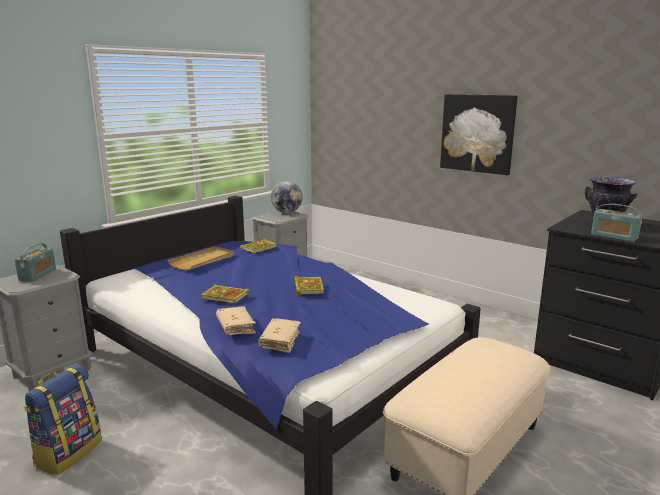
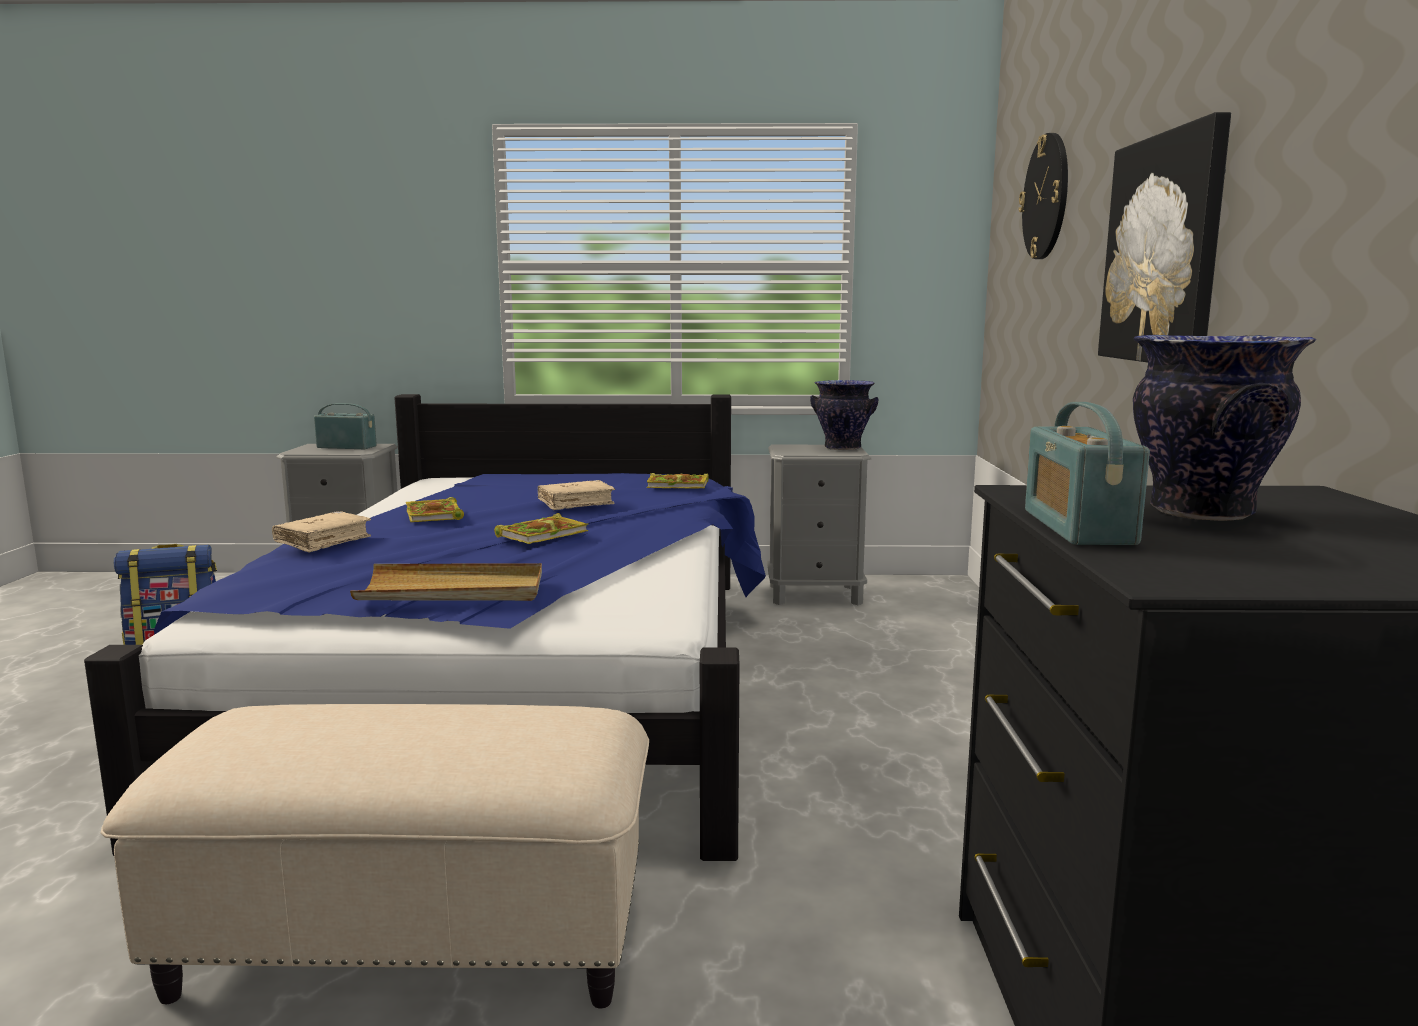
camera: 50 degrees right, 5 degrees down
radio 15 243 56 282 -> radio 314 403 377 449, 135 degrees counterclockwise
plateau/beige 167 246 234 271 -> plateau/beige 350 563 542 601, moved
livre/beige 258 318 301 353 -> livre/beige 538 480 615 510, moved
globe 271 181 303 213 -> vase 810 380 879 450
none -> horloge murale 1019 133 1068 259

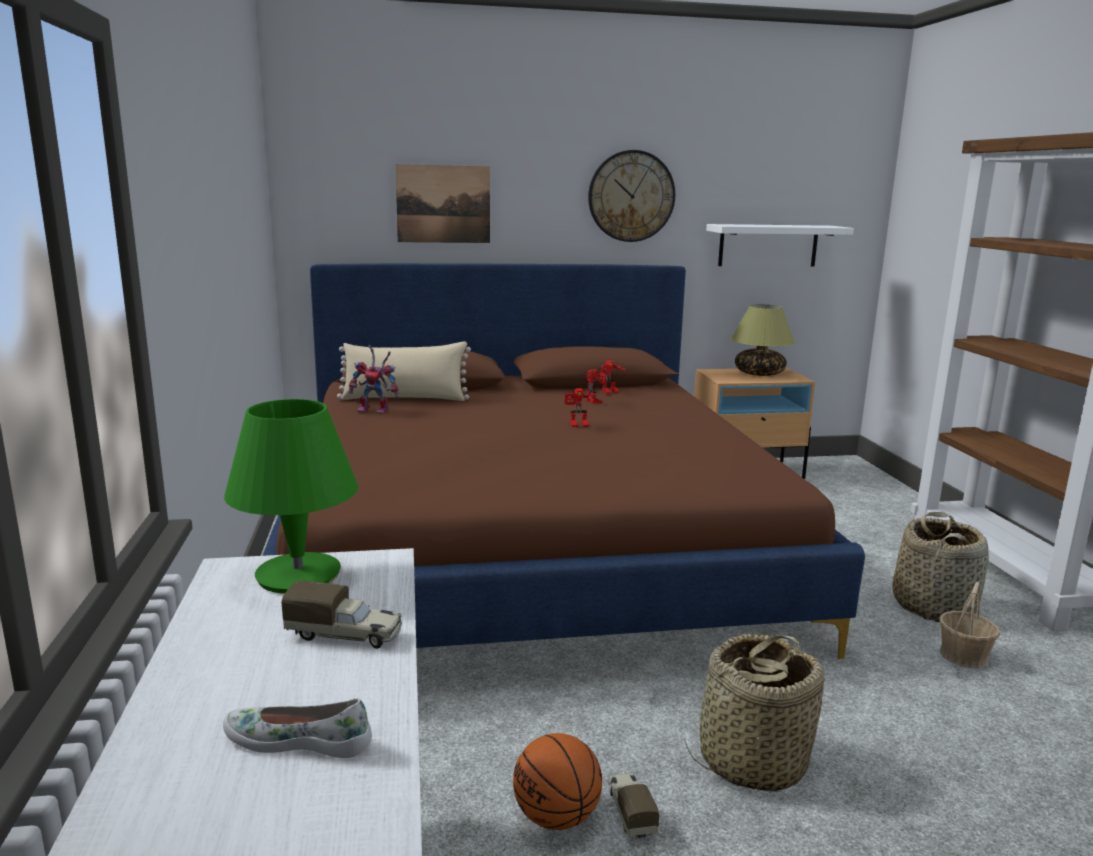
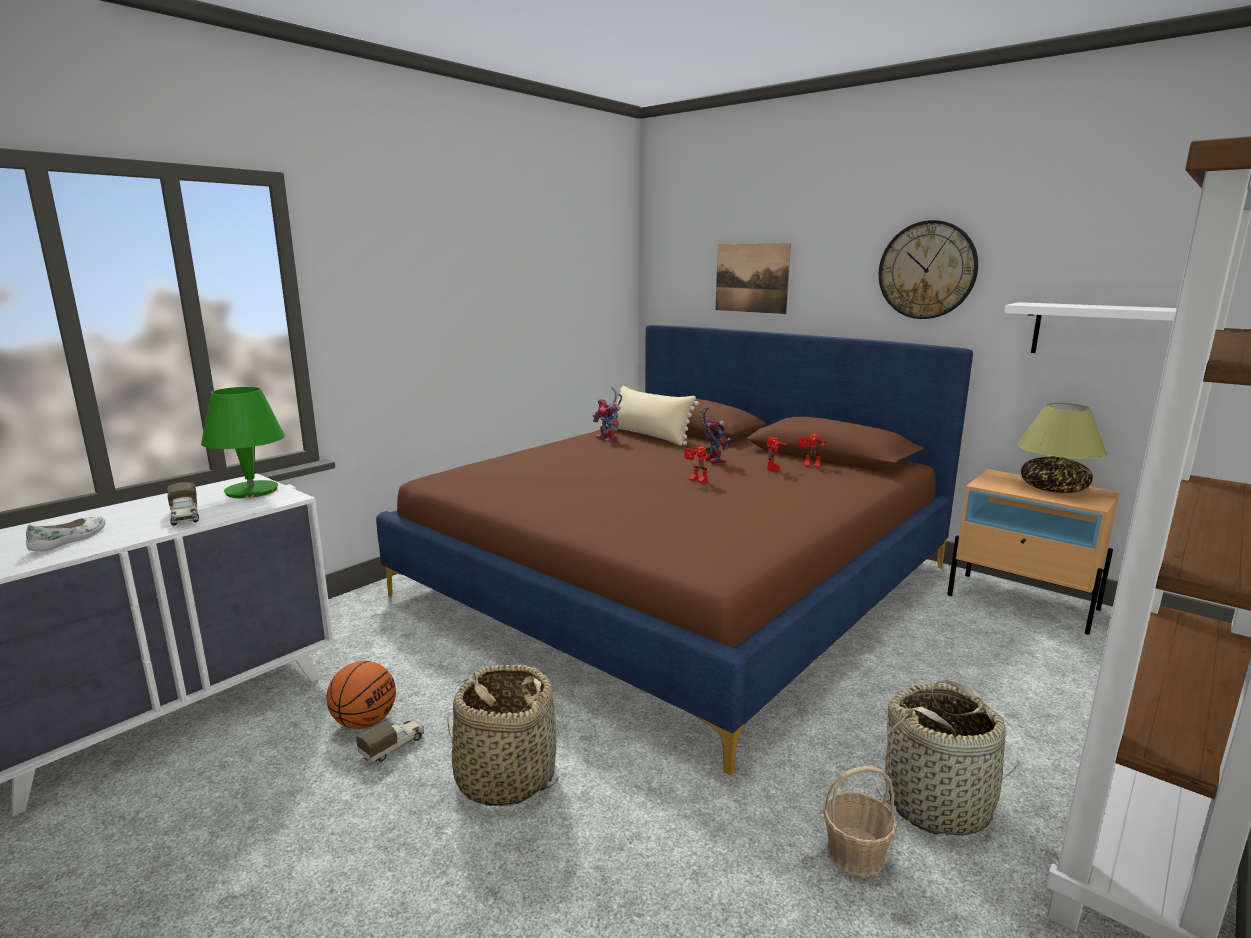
camera: 50 degrees right, 0 degrees up
chaussure/blanc 223 698 372 758 -> chaussure/blanc 26 516 105 552, 45 degrees clockwise
none -> robot jouet 700 407 731 464

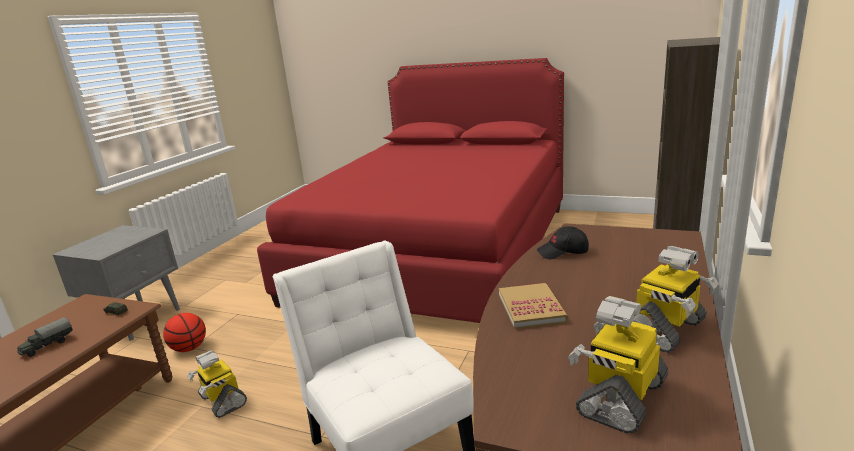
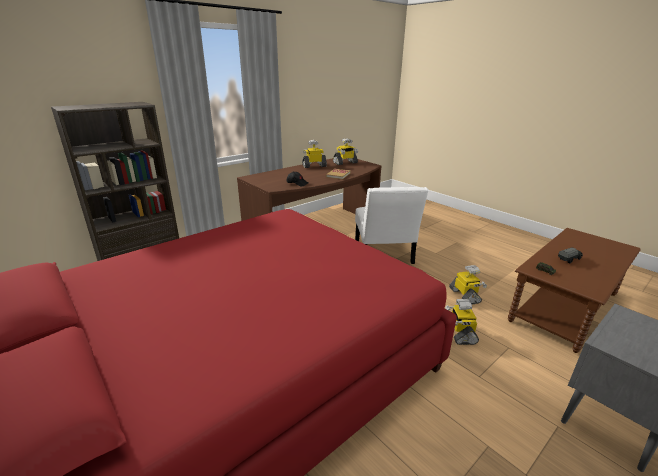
camera: 155 degrees left, 5 degrees up
none -> robot jouet 445 299 479 345
ballon de basket 163 313 206 352 -> none

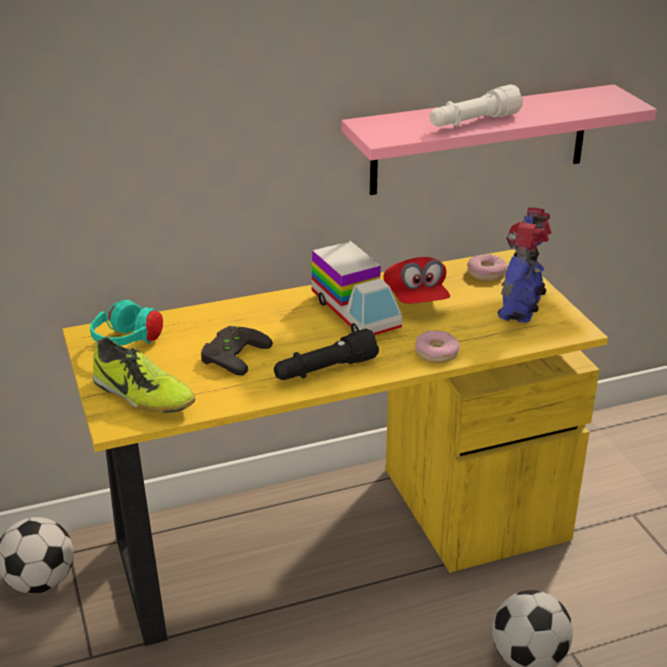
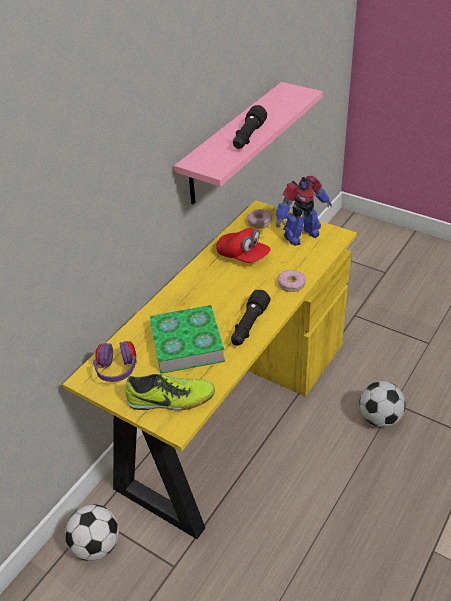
camera: 35 degrees left, 10 degrees up
casque audio/turquoise 90 300 163 346 -> casque audio/violet 93 341 136 382
manette/noir 201 326 273 376 -> livre 150 305 225 374
lampe de poche/blanc 430 84 523 127 -> lampe de poche/noir 233 105 267 149
robot jouet 497 207 552 323 -> robot jouet 276 176 332 246, 105 degrees counterclockwise
camion jouet 311 241 402 335 -> none

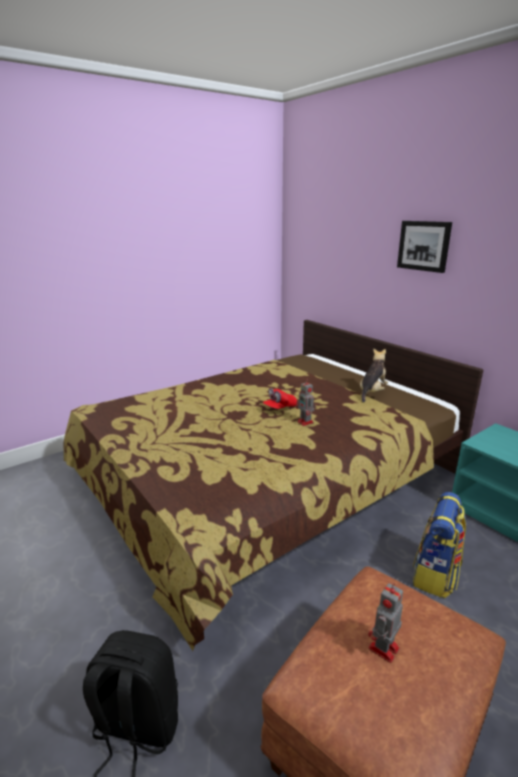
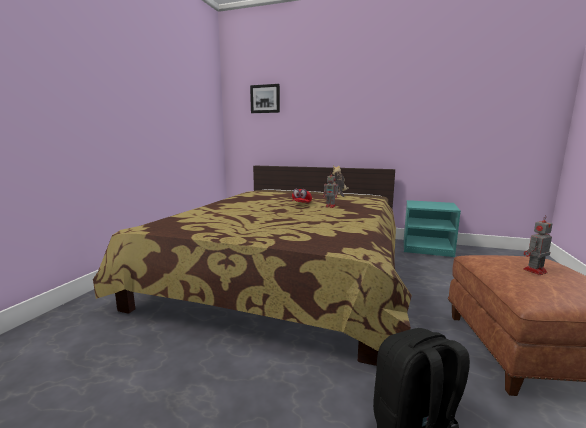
camera: 35 degrees left, 10 degrees down
tableau 397 221 452 273 -> tableau 250 84 280 113, moved
robot jouet 368 582 403 663 -> robot jouet 523 215 552 275, 60 degrees clockwise
sac à dos 413 492 466 598 -> none

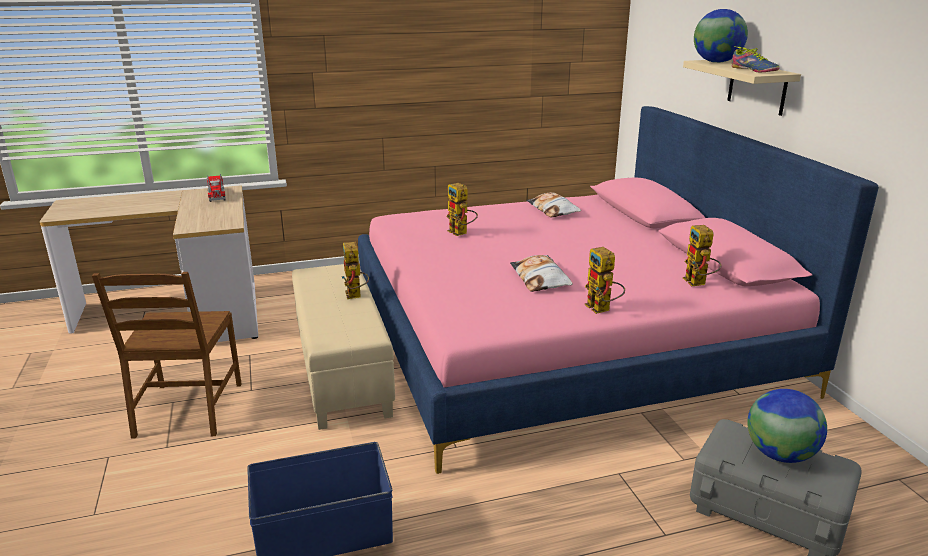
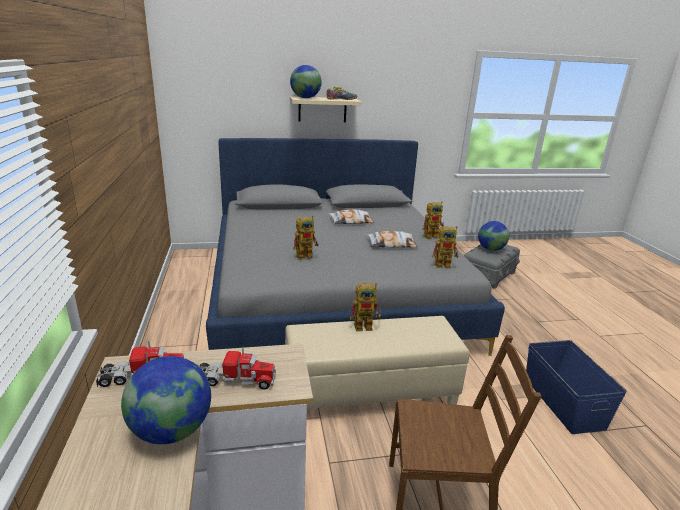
camera: 85 degrees left, 0 degrees up
none -> globe 121 356 211 444
none -> camion jouet 197 347 276 390
lit/rose 358 106 879 474 -> lit/gris 206 138 505 356
coussin 526 192 581 218 -> coussin 329 209 374 224, moved
robot jouet 683 225 721 286 -> robot jouet 432 226 459 268, moved

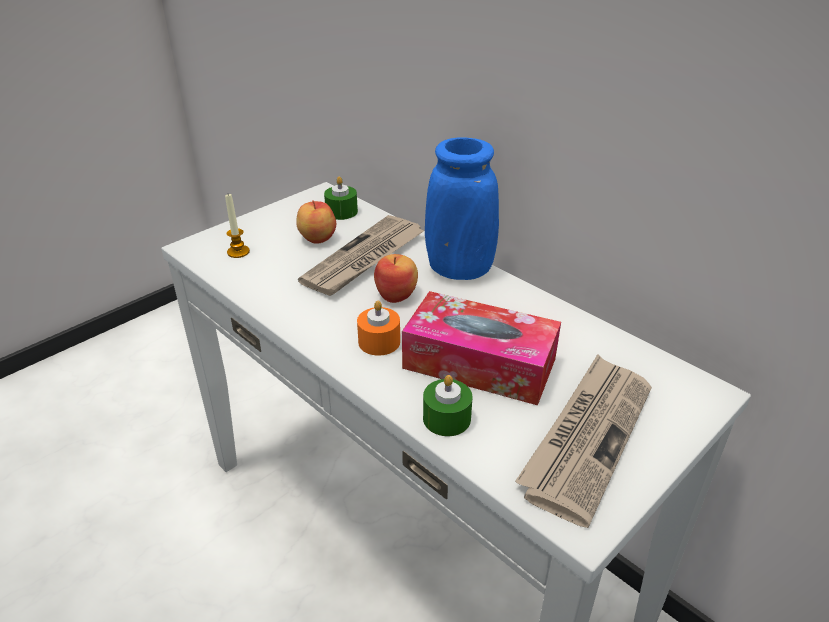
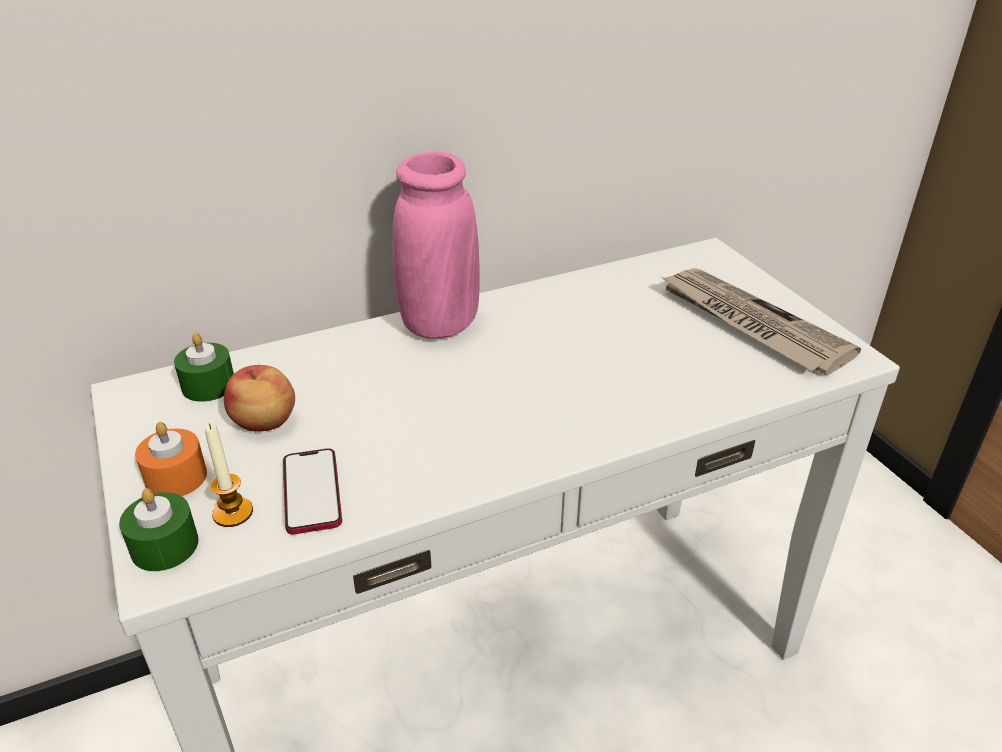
camera: 70 degrees left, 0 degrees up
bougie/vert 423 375 473 436 -> bougie/vert 119 488 199 571, moved
bougie/orange 357 301 400 356 -> bougie/orange 135 422 207 496, moved
none -> téléphone 283 448 342 534
vase/bleu 425 137 499 280 -> vase/rose 393 152 480 339
journal 298 215 424 296 -> none
pomme 374 254 418 303 -> none
boîte à mouchoirs 402 291 561 405 -> none

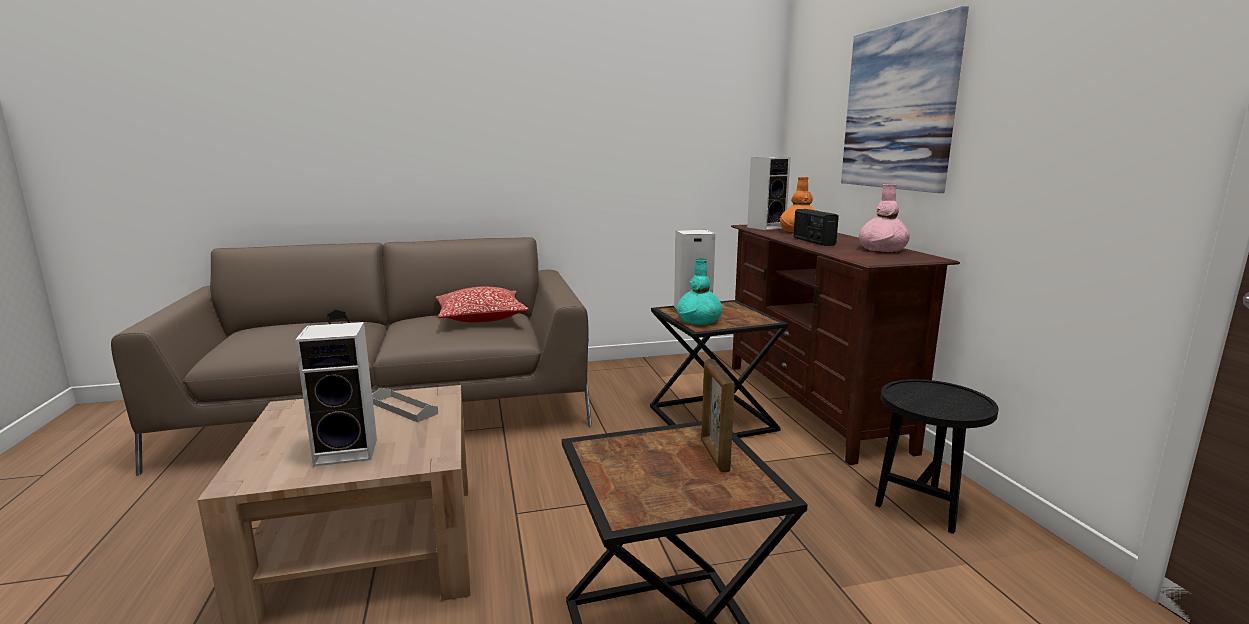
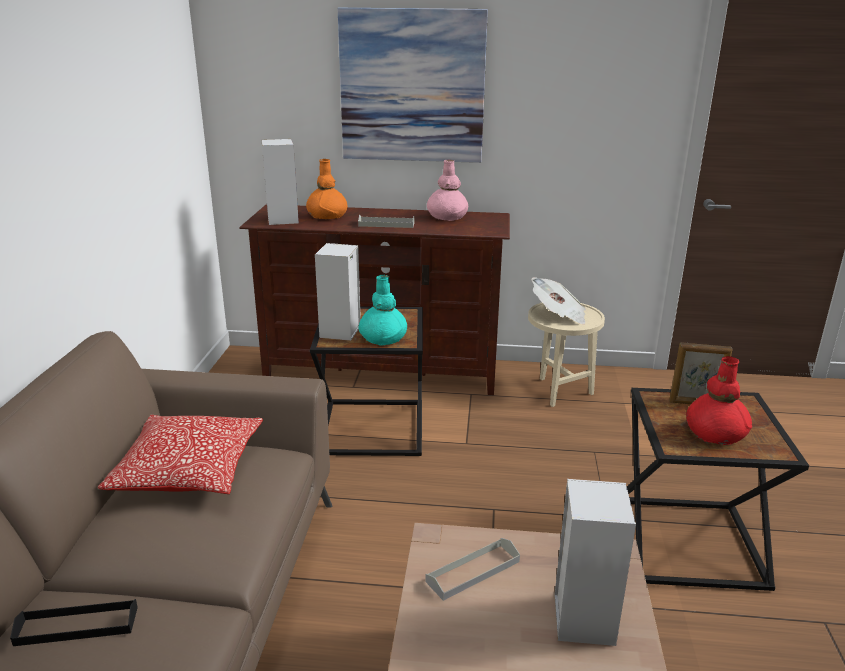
camera: 70 degrees left, 10 degrees up
radio 793 209 839 246 -> plateau/gris 358 214 415 228
table d'appoint/noir 875 379 999 534 -> table d'appoint/beige 528 303 605 407
none -> journal 532 277 585 324
none -> vase/rouge 686 356 752 445

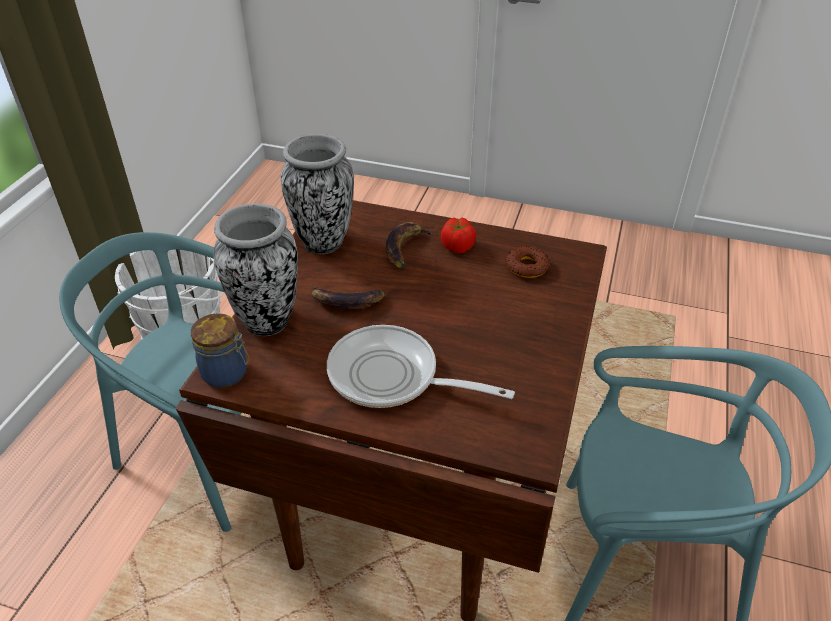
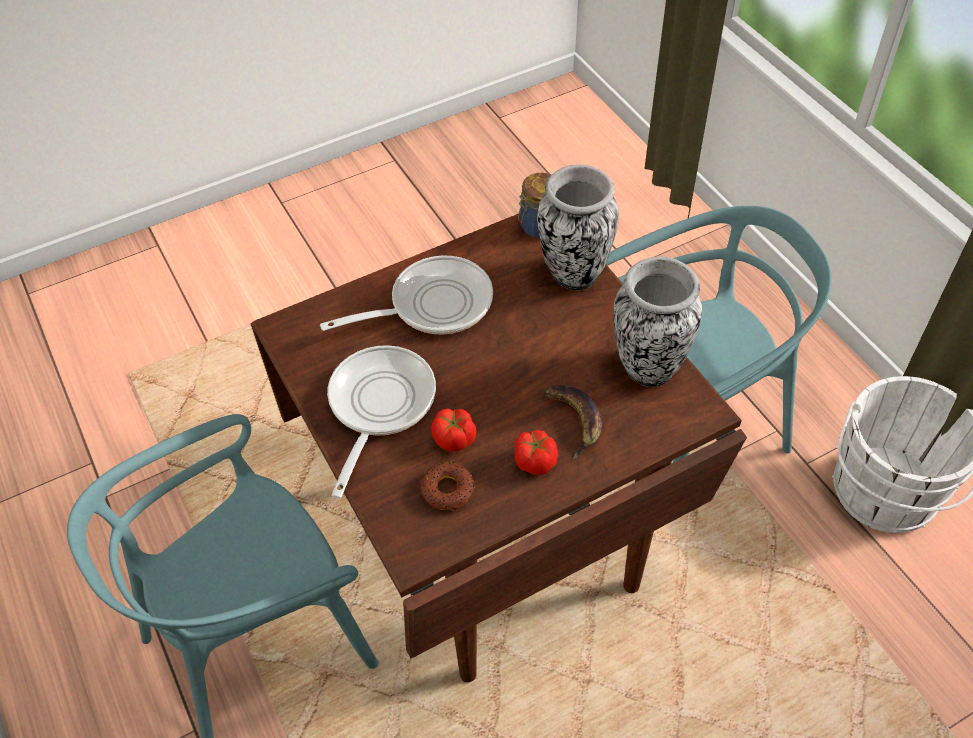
camera: 135 degrees right, 10 degrees up
none -> poêle 327 345 436 498
none -> tomate 431 408 476 452
banane 312 285 385 307 -> none

